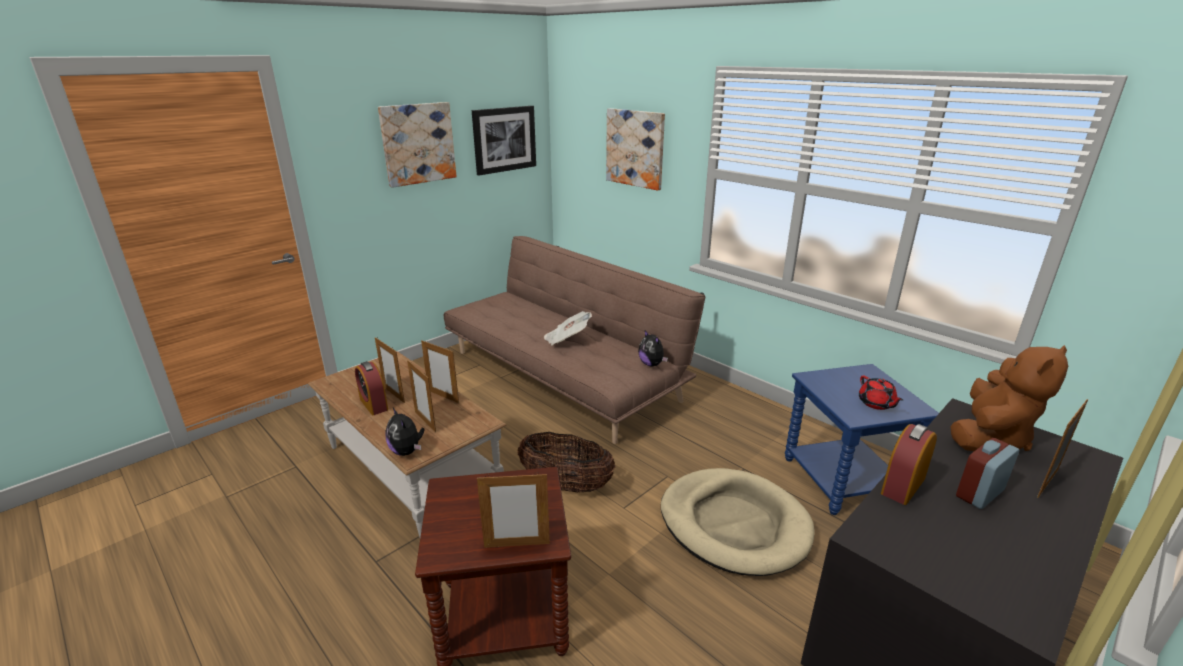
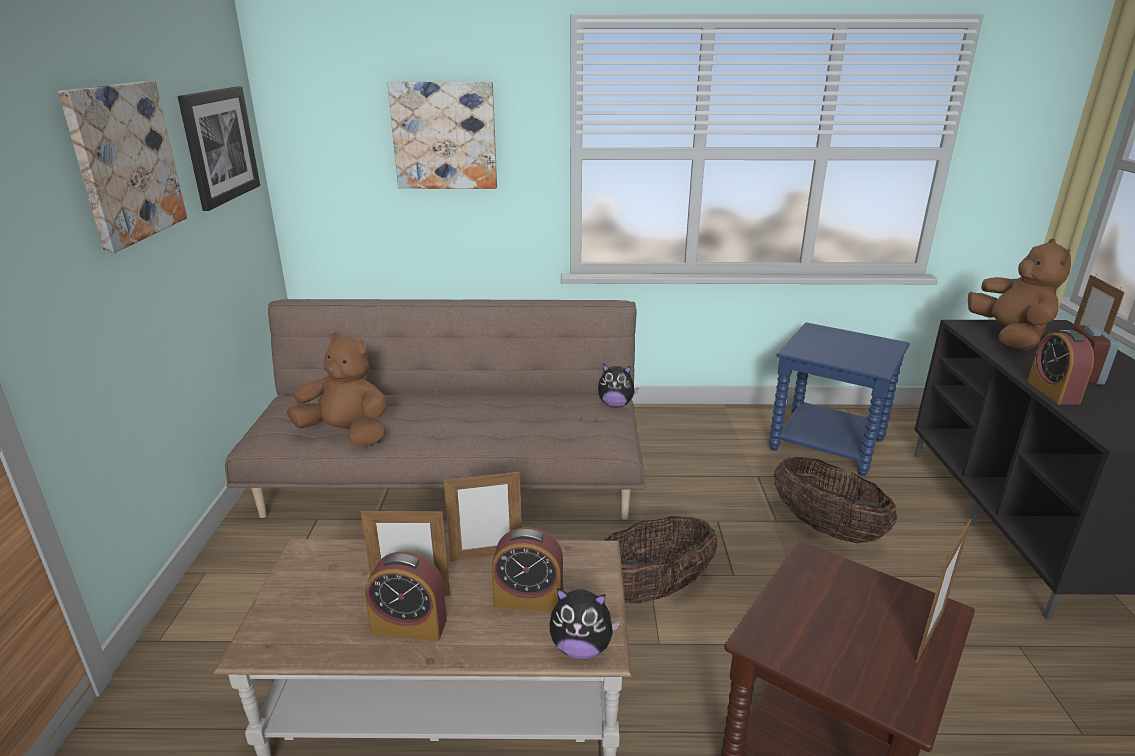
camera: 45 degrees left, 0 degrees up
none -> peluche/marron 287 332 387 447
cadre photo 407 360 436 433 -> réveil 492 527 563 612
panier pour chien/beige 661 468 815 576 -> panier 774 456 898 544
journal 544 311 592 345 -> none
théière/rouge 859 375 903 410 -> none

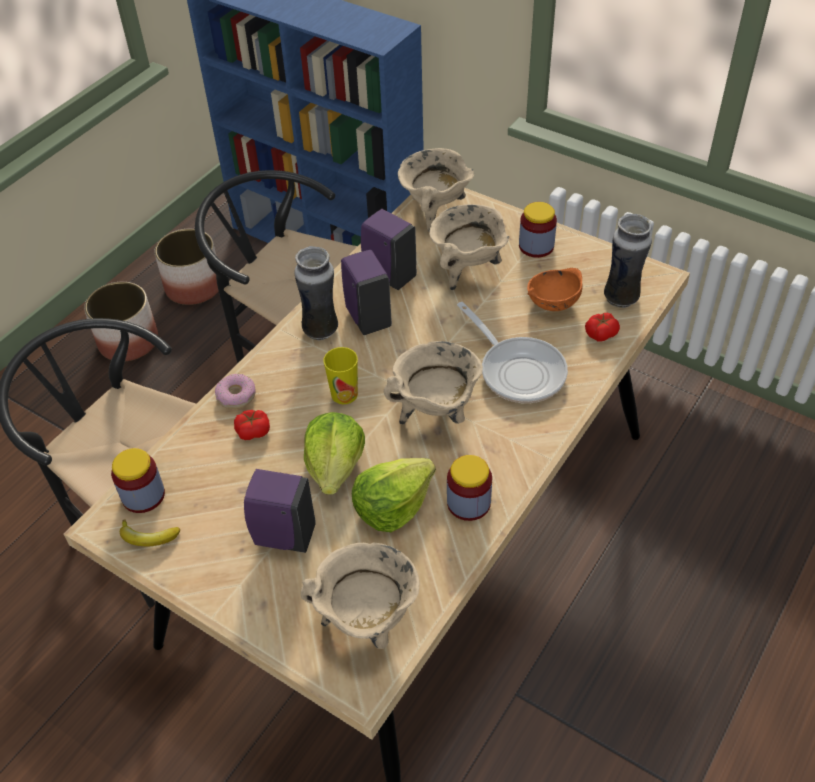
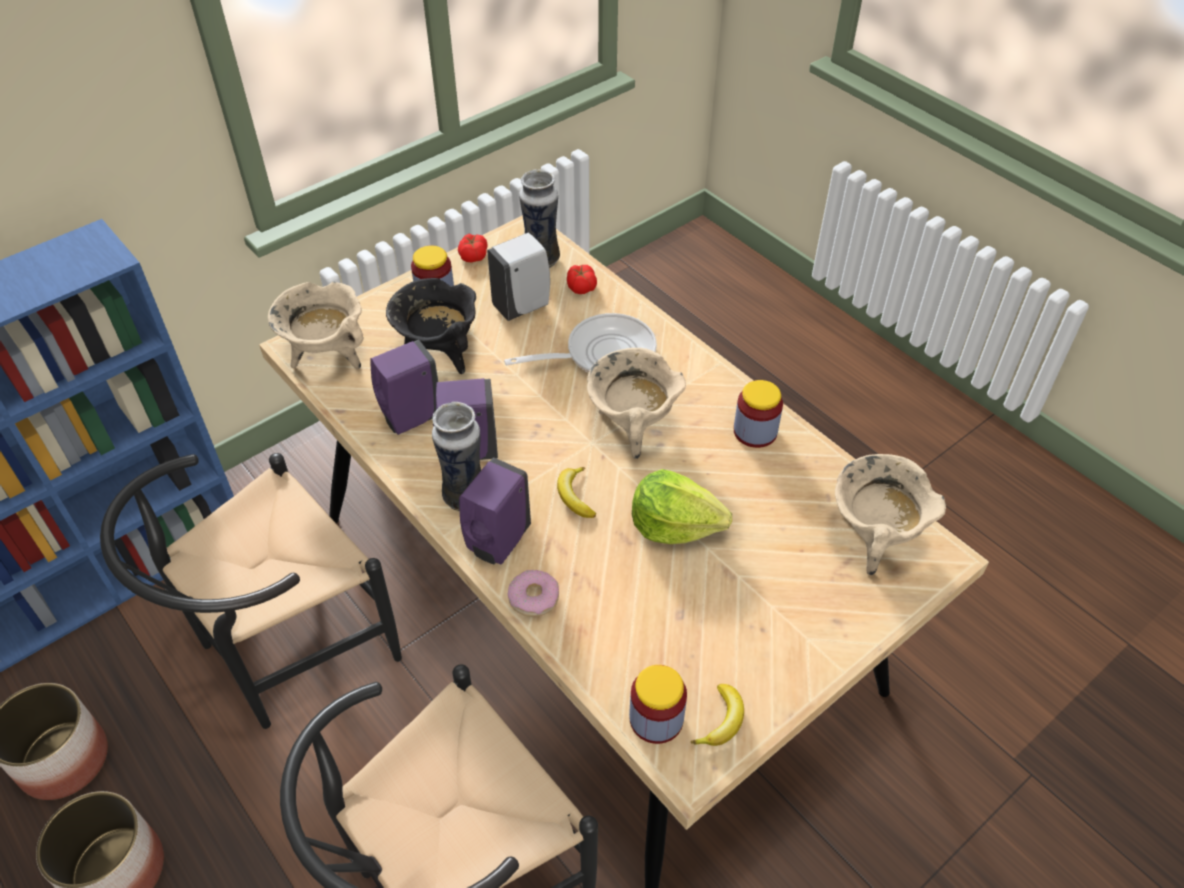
camera: 75 degrees left, 0 degrees up
marmite/beige 429 204 509 290 -> marmite/noir 386 278 476 374
tomate 234 410 270 440 -> tomate 458 233 488 263, moved
distributeur de savon/violet 244 469 316 553 -> distributeur de savon/violet 459 458 531 564, moved
bol/orange 527 268 582 311 -> distributeur de savon/blanc 487 233 550 321
tasse 324 347 358 404 -> banane 557 467 596 518
laitue 352 458 436 532 -> none

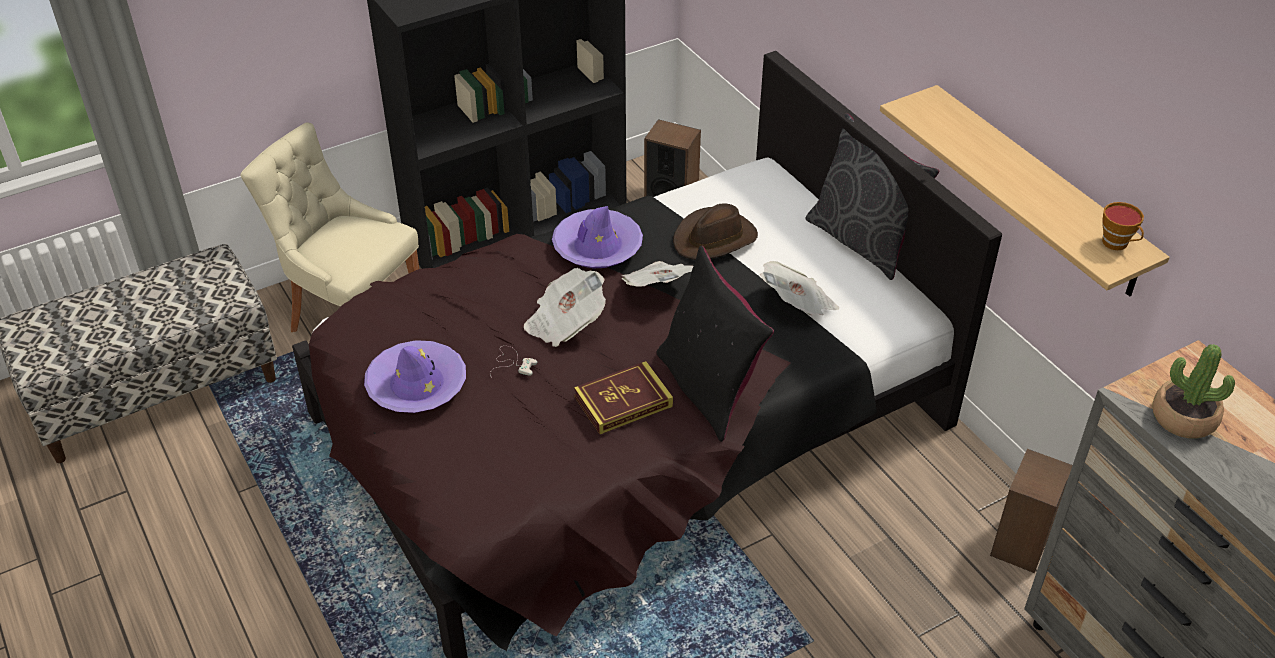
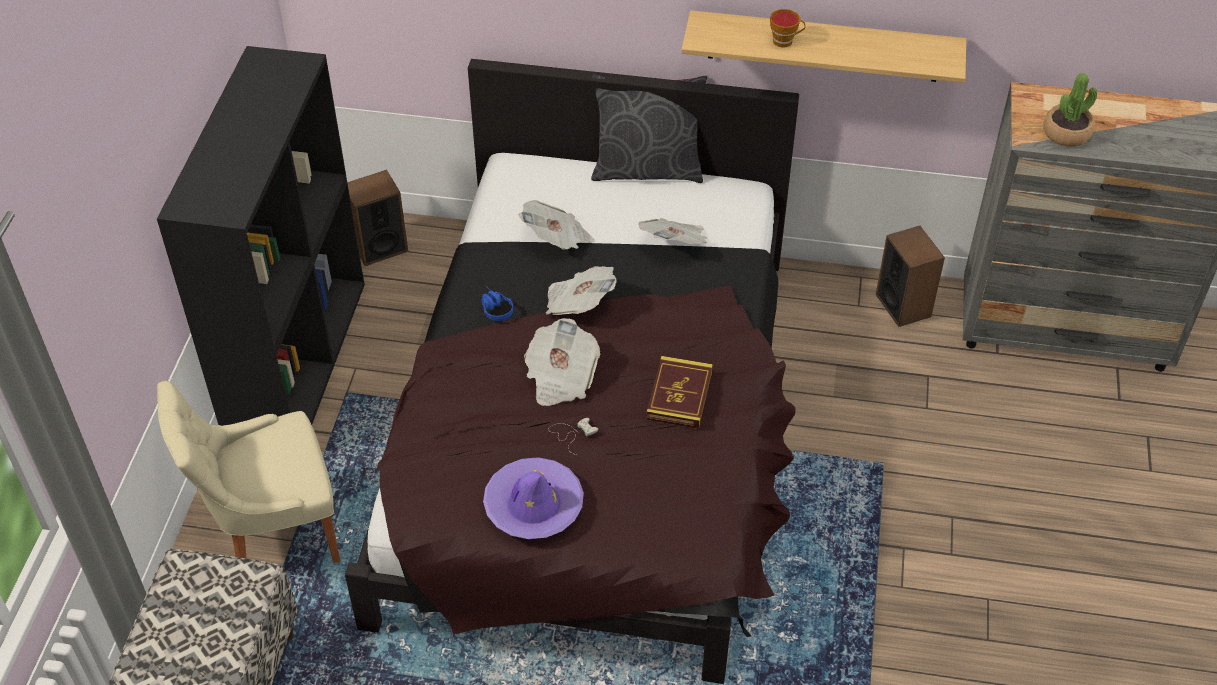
camera: 50 degrees left, 5 degrees up
chapeau/violet 552 206 643 269 -> casque audio/bleu 481 286 514 321
chapeau/marron 673 203 758 260 -> journal 518 200 595 250
tasse 1102 202 1144 250 -> tasse 770 9 805 47, moved
coussin/noir 656 246 774 442 -> none

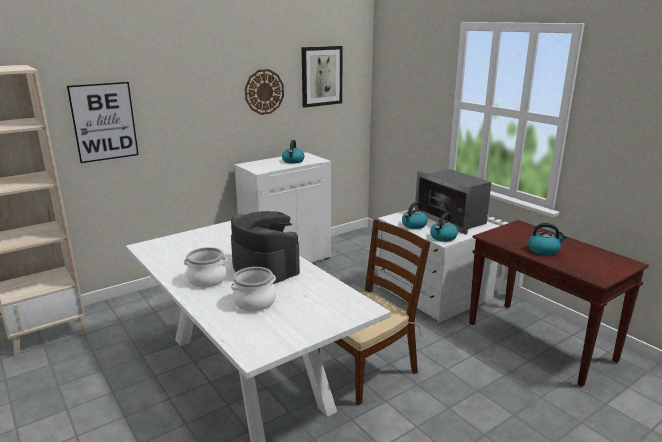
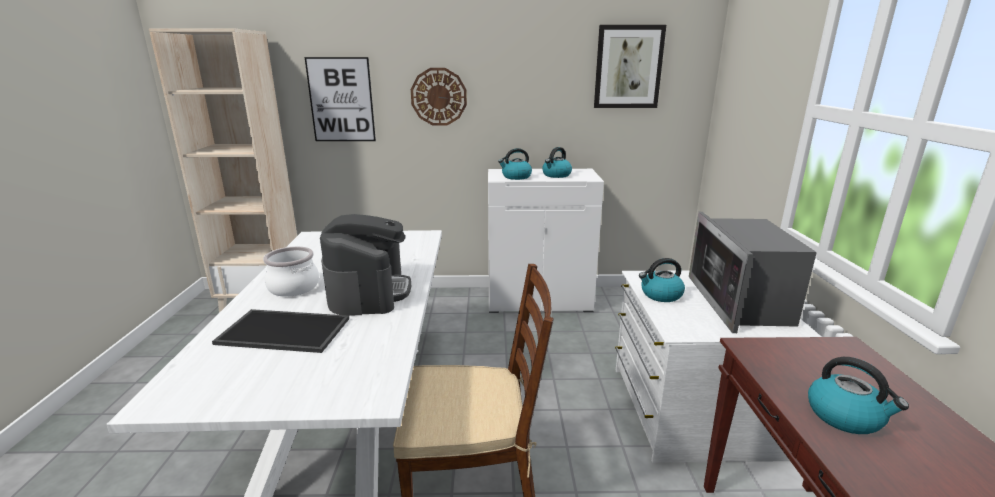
camera: 35 degrees right, 0 degrees up
marmite 231 267 276 312 -> plateau 212 309 349 353
horloge murale 245 69 284 115 -> horloge murale 411 68 467 126, moved
bouilloire 430 213 458 242 -> bouilloire 498 148 532 180, moved

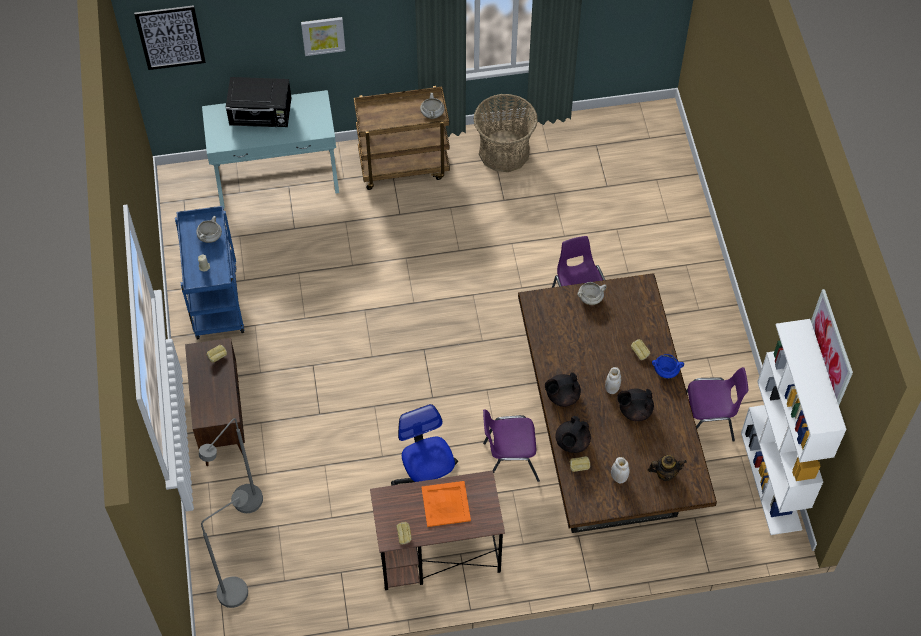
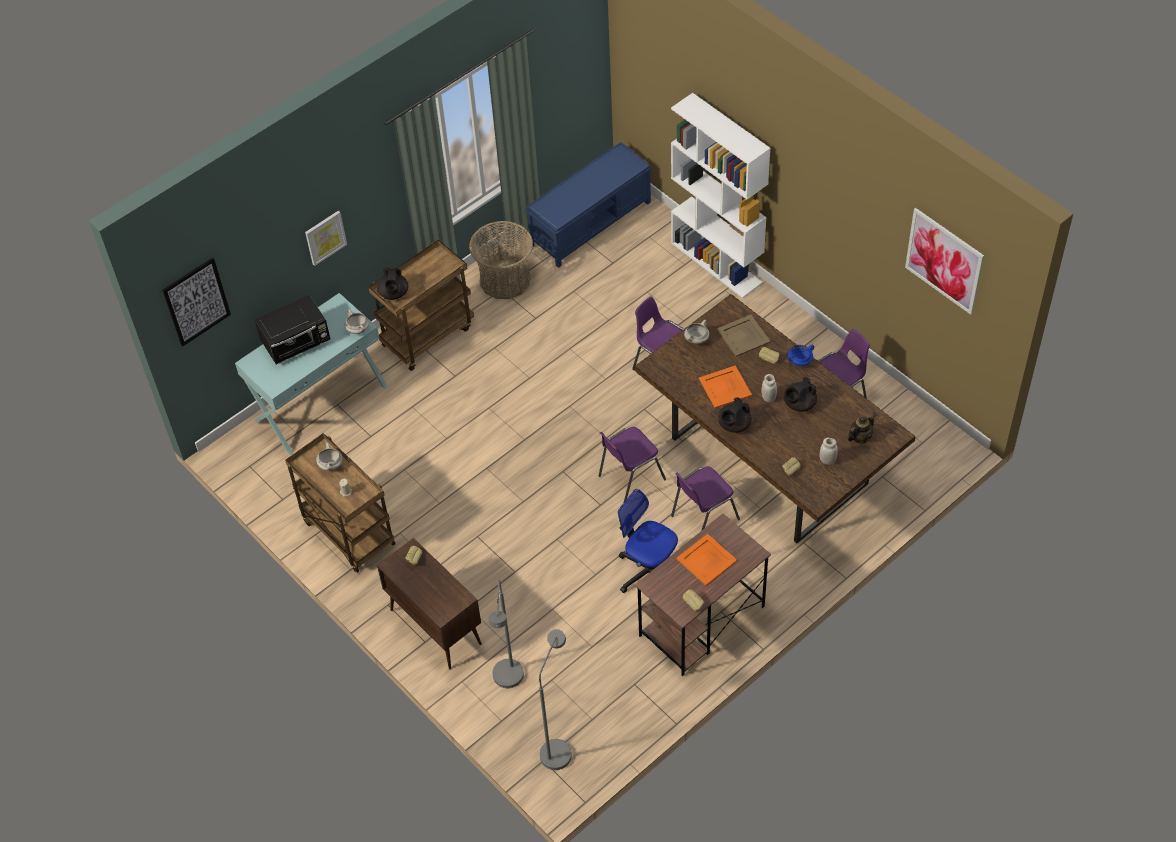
camera: 30 degrees left, 5 degrees down
chariot/bleu 175 206 244 340 -> chariot/marron 285 433 395 573
marmite/blanc 420 93 444 119 -> marmite/blanc 344 309 369 334, moved
théière/noir 555 416 591 453 -> théière/noir 377 267 408 300, moved
none -> banc/bleu 525 142 652 268
none -> chaise/violet 599 427 666 502
bibliothèque/blanc 741 319 846 535 -> bibliothèque/blanc 671 93 770 298, moved
none -> plateau/orange 699 365 752 408
none -> plateau/beige 717 315 771 357

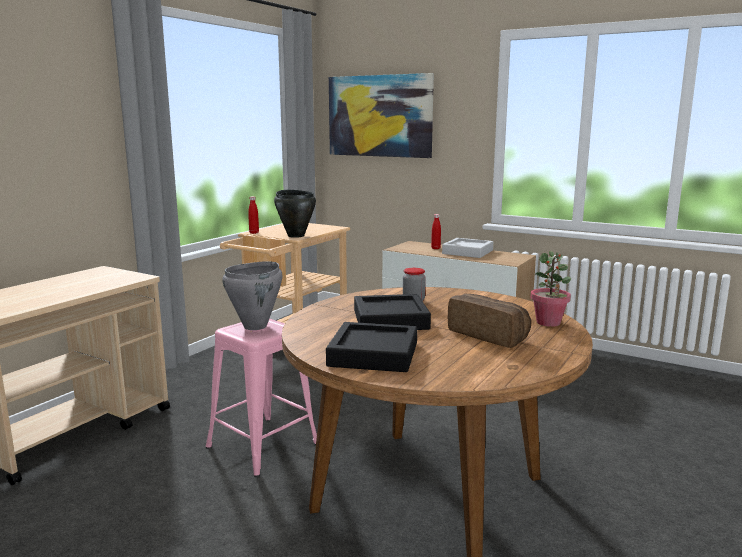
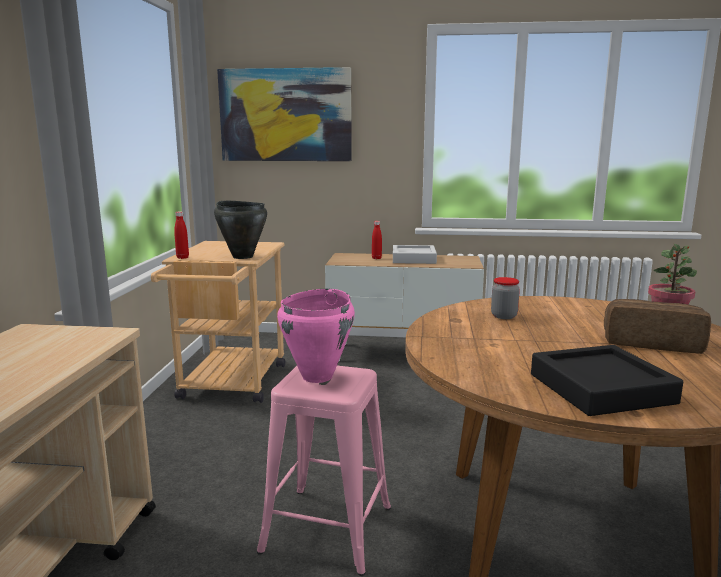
camera: 25 degrees left, 0 degrees up
marmite/gris 222 261 282 330 -> marmite/rose 277 289 355 383
plateau/noir 354 294 431 330 -> none

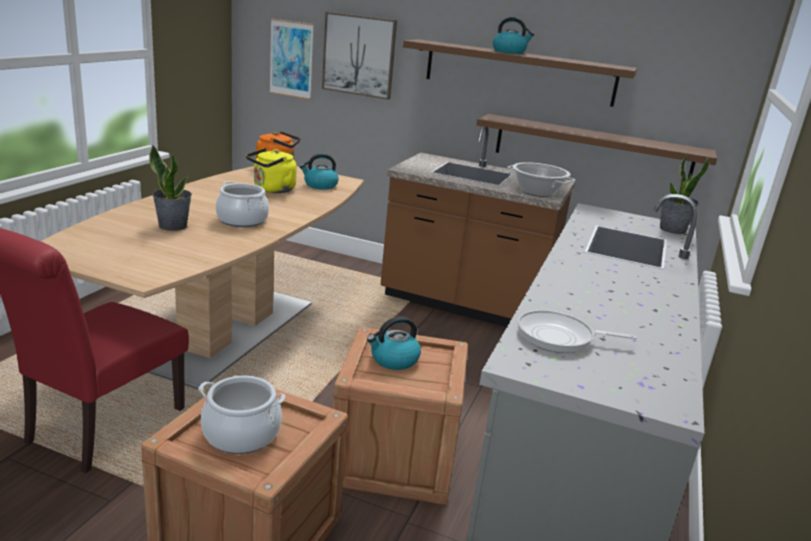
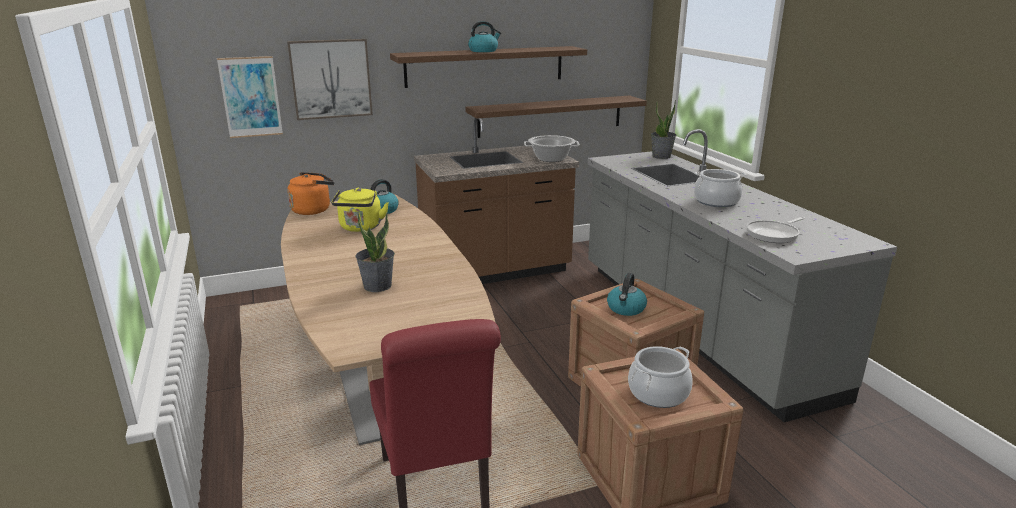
camera: 40 degrees left, 0 degrees up
marmite 216 181 269 227 -> marmite 694 169 746 207, moved

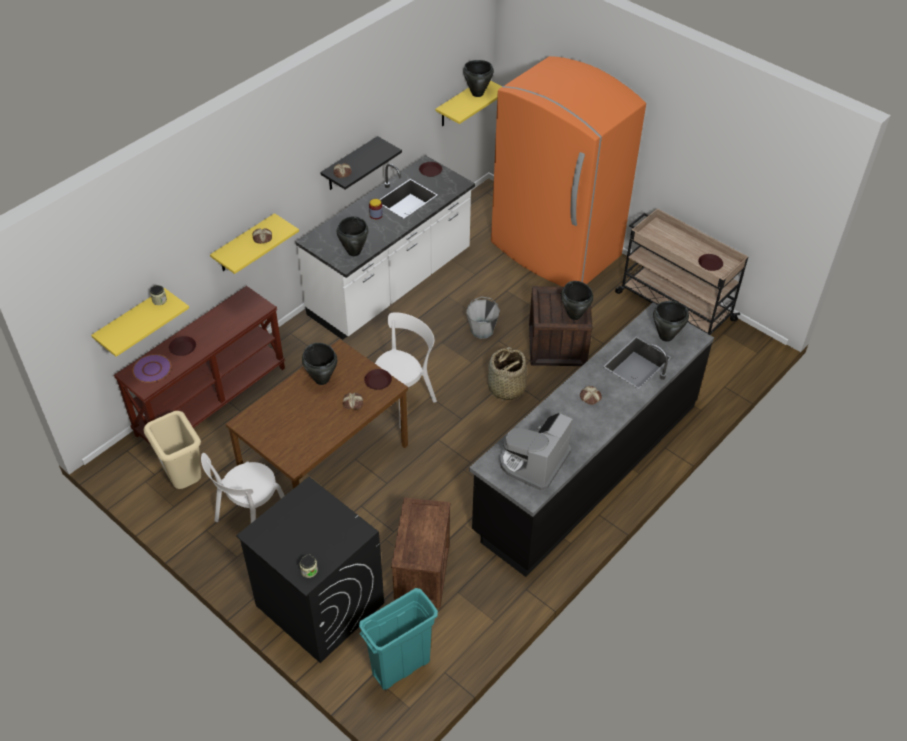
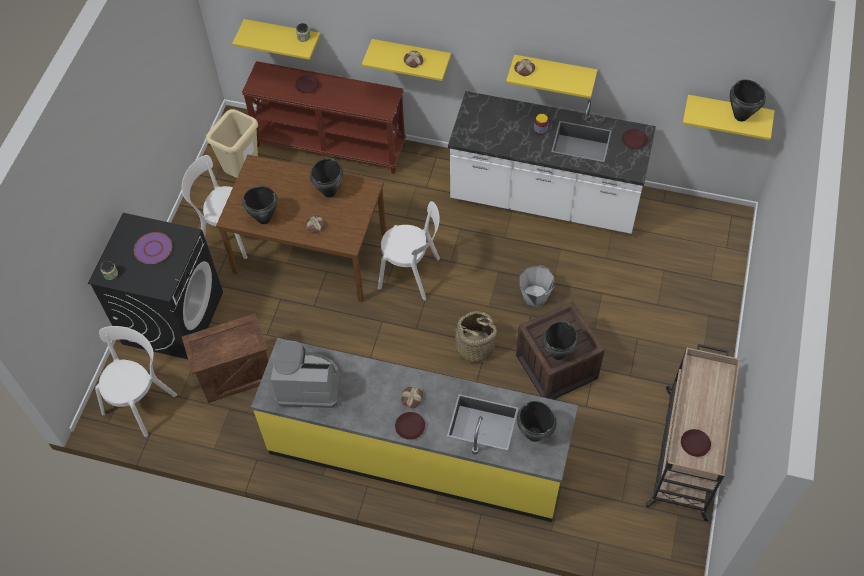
camera: 65 degrees right, 10 degrees up
poubelle/turquoise 359 588 438 690 -> chaise/blanc 95 326 177 437
assiette/violet 132 354 171 383 -> assiette/violet 134 232 172 264, moved
marmite/noir 337 216 369 256 -> marmite/noir 242 186 278 224, moved
comptoir de cuisine/noir 469 303 714 577 -> comptoir de cuisine/jaune 251 338 578 522
assiette/marron 364 369 392 390 -> assiette/marron 395 412 425 440, moved
étagère/noir 320 136 402 190 -> étagère/jaune 506 55 598 99
réfrigérateur/orange 491 56 646 287 -> none

